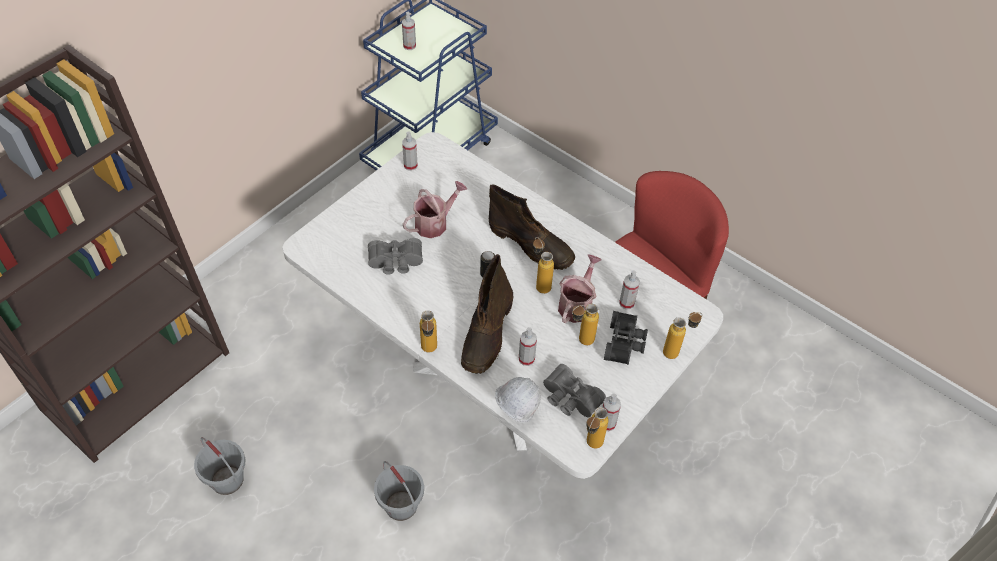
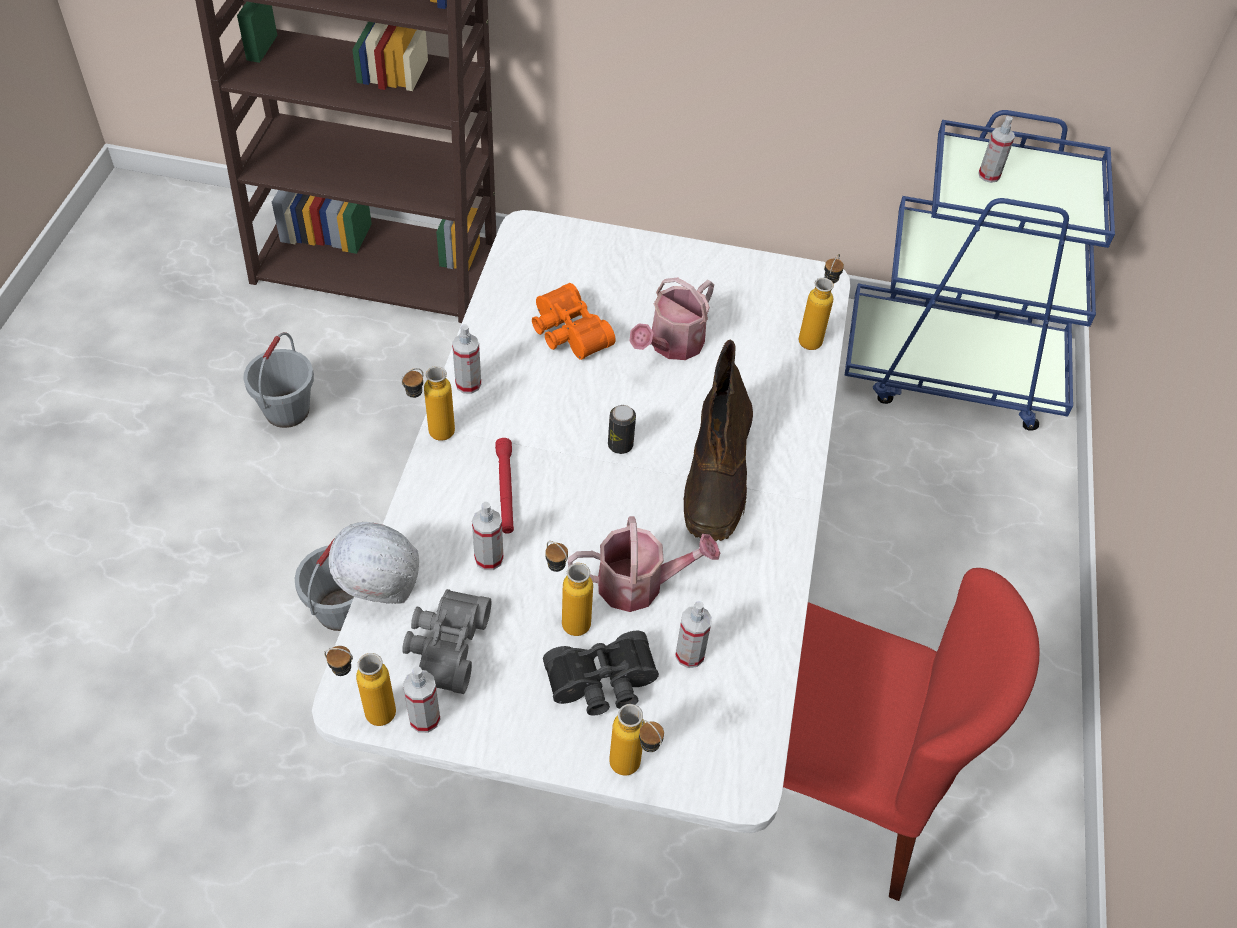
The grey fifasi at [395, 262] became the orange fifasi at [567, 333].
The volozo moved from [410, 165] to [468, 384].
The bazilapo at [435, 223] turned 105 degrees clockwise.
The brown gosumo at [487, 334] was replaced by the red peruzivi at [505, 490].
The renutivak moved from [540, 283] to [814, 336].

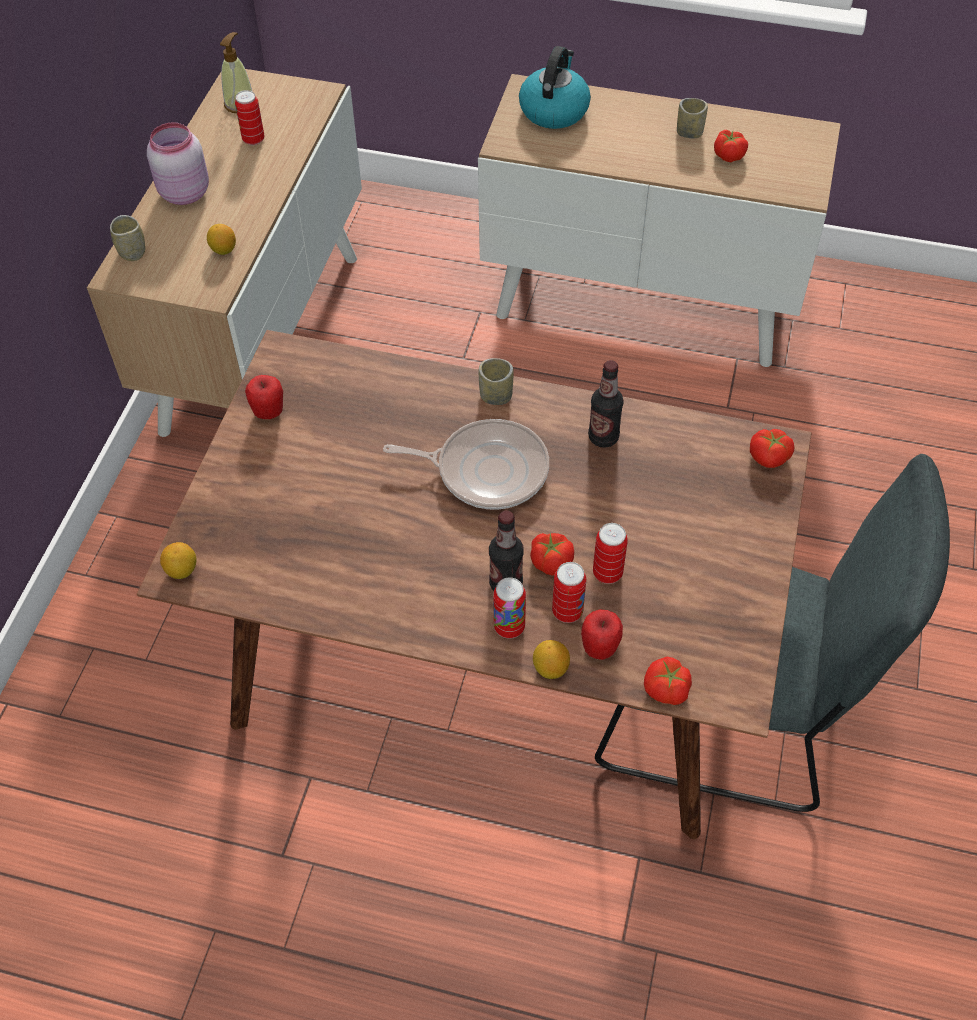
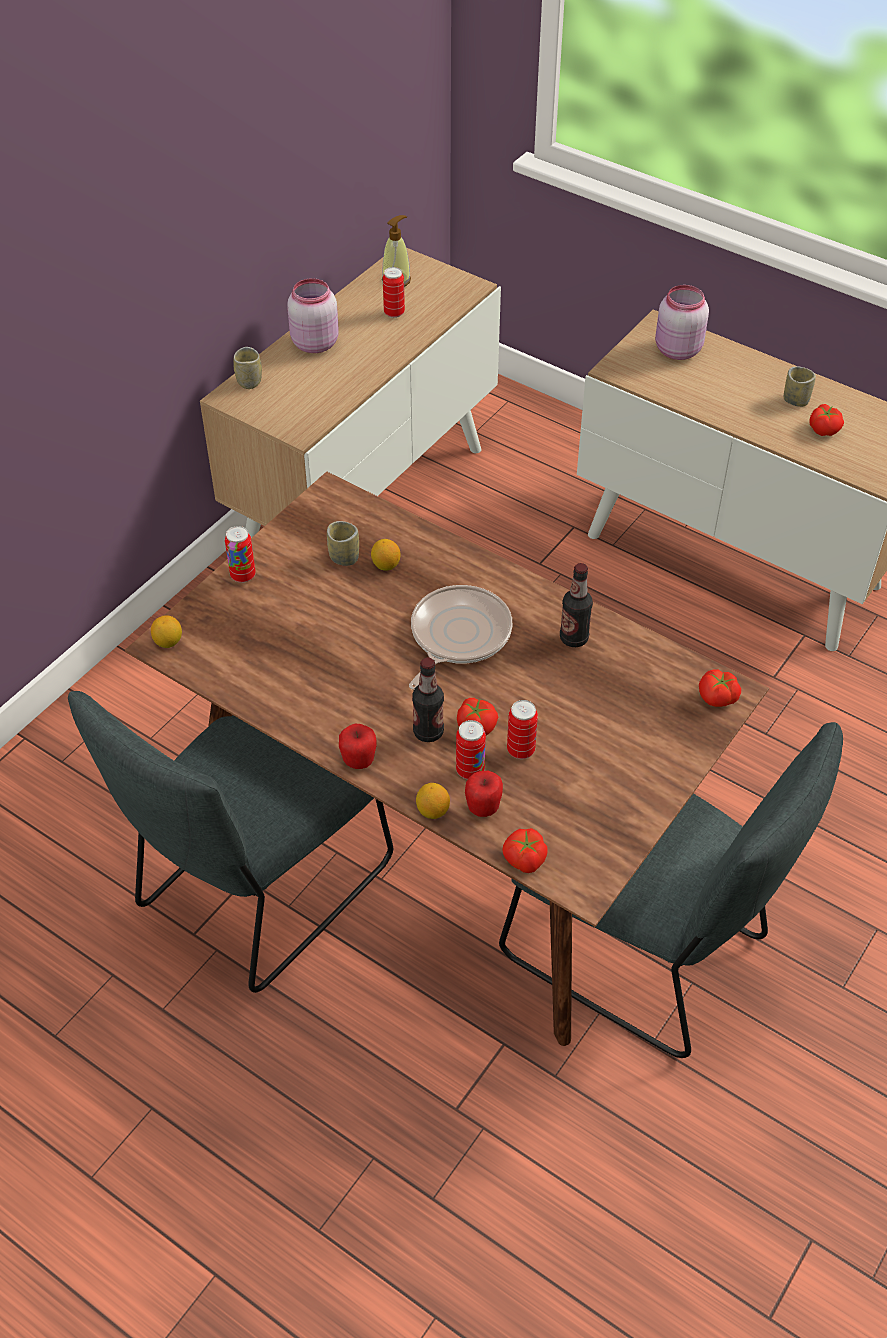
The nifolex moved from [223, 250] to [386, 565].
The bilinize moved from [268, 412] to [358, 761].
The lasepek at [486, 470] turned 90 degrees counterclockwise.
The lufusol moved from [496, 396] to [344, 557].
The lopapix moved from [509, 627] to [243, 575].
The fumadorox at [554, 110] was replaced by the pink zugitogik at [676, 350].
The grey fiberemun at [257, 892] appeared.

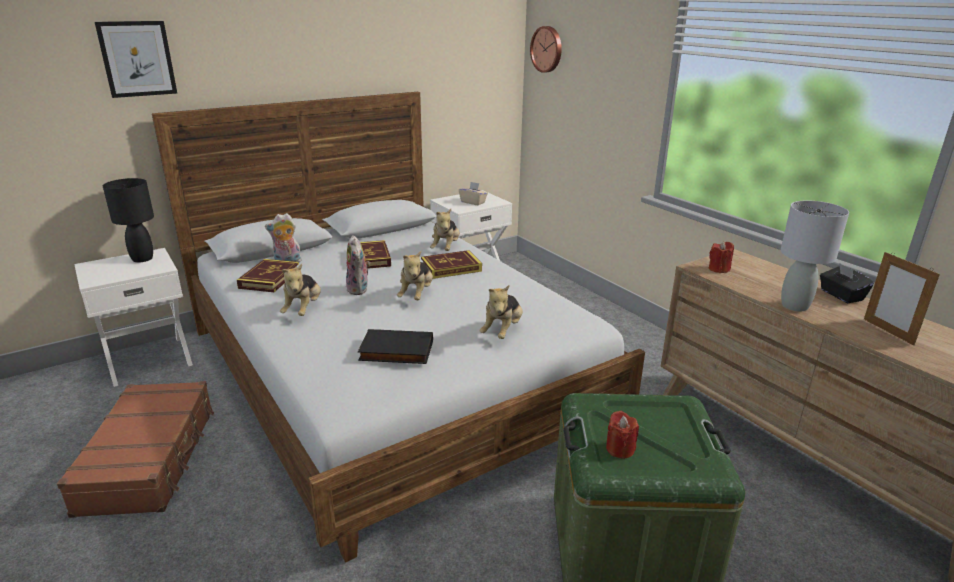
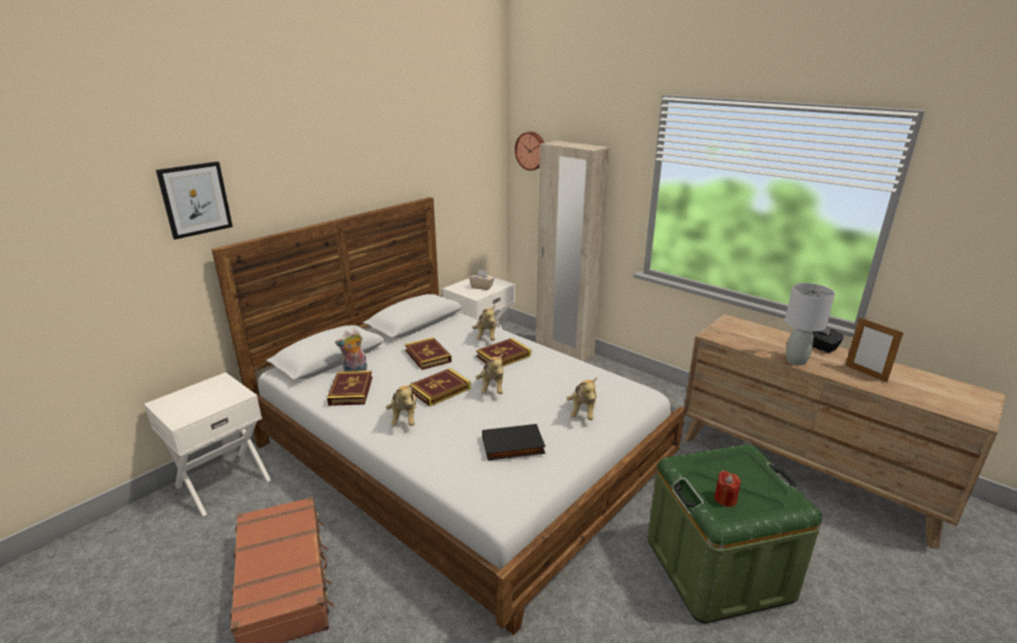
The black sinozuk at [142, 259] disappeared.
The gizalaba at [359, 289] was replaced by the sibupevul at [440, 390].
The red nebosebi at [718, 269] disappeared.
The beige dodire at [564, 350] appeared.

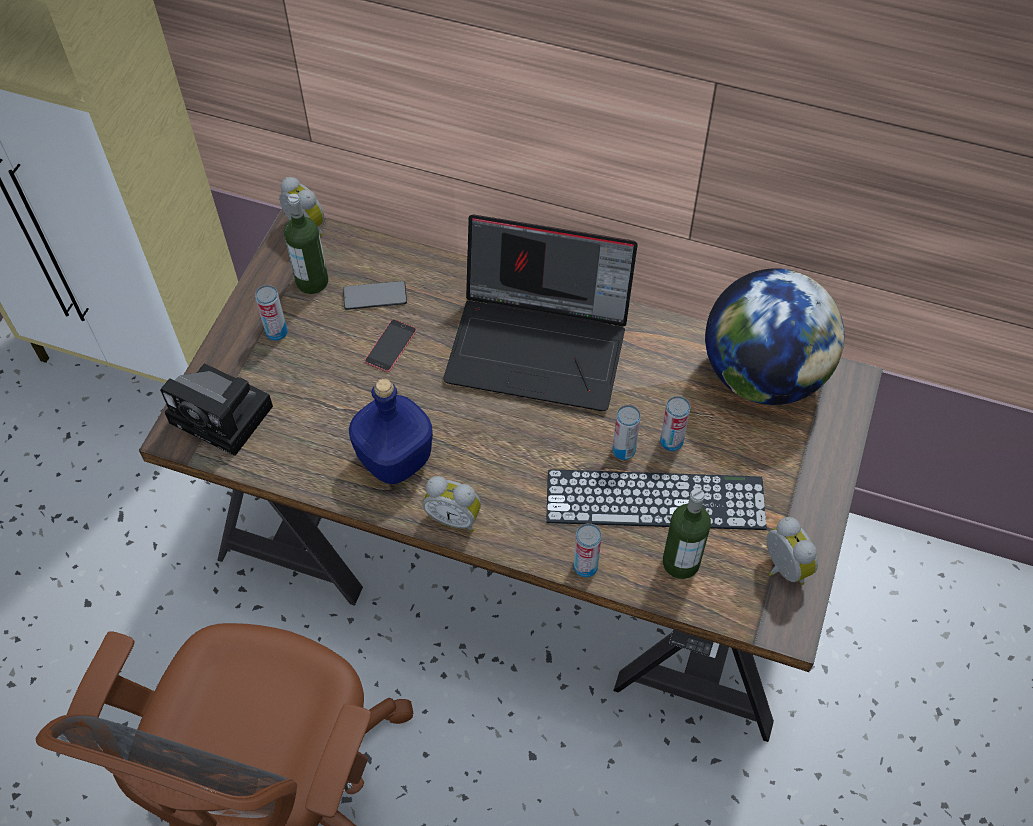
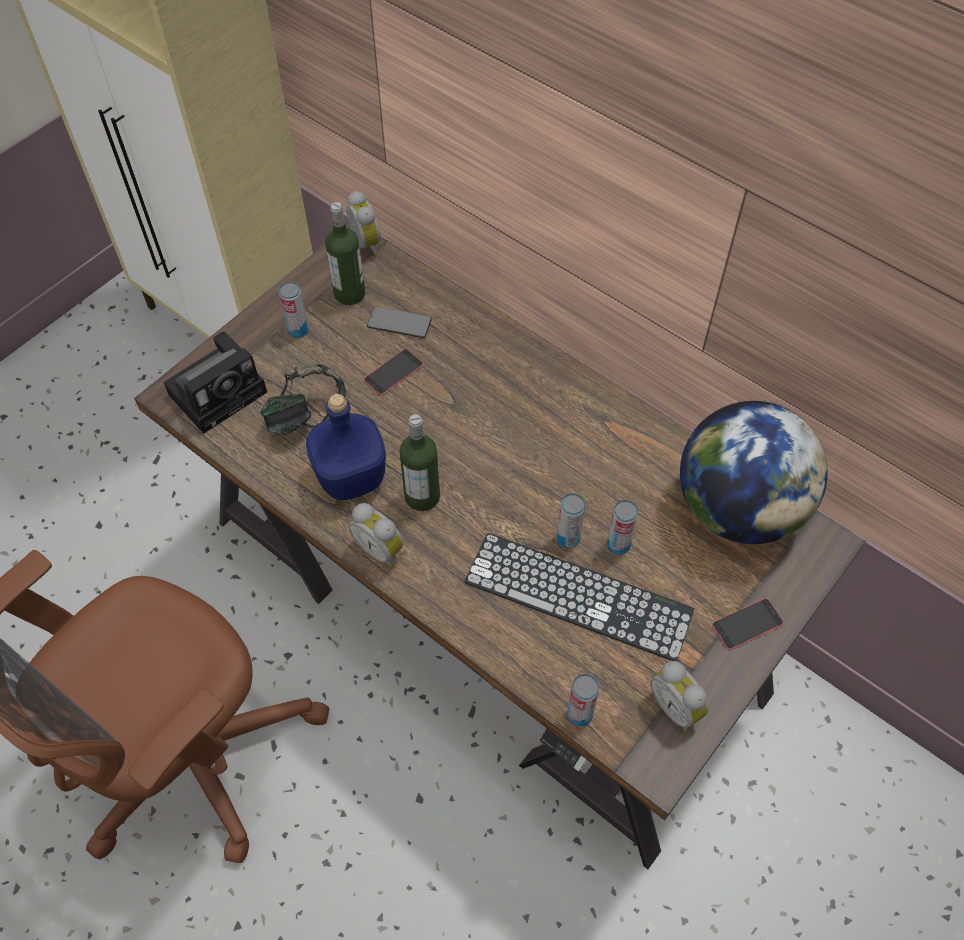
The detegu at [225, 415] turned 90 degrees counterclockwise.
The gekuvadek at [541, 344] disappeared.
The lopapix moved from [585, 567] to [579, 714].
The renutivak moved from [681, 562] to [422, 496].
The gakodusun at [782, 569] turned 150 degrees clockwise.
The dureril at [307, 418] appeared.
The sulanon at [747, 624] appeared.

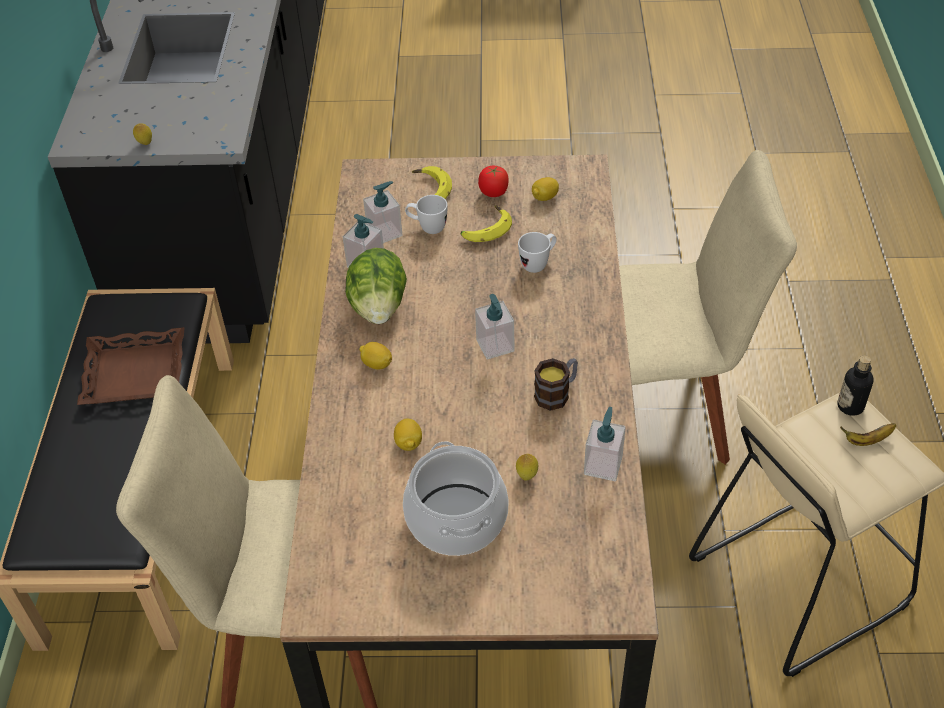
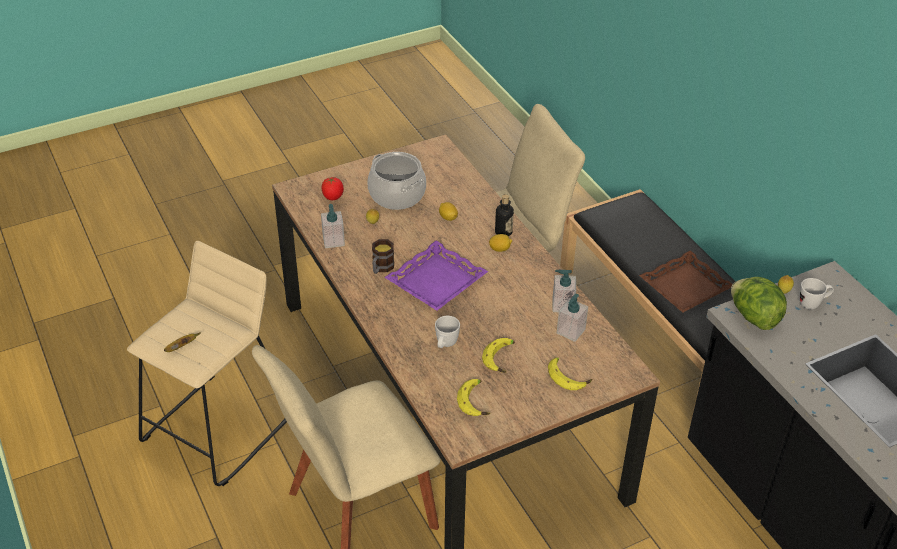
The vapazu moved from [379, 307] to [753, 317].
The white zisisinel moved from [427, 228] to [813, 304].
The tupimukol at [495, 345] was replaced by the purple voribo at [437, 282].
The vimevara moved from [493, 193] to [333, 197].
The nifolex at [544, 197] was replaced by the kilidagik at [476, 401].
The renutivak moved from [850, 406] to [503, 232].

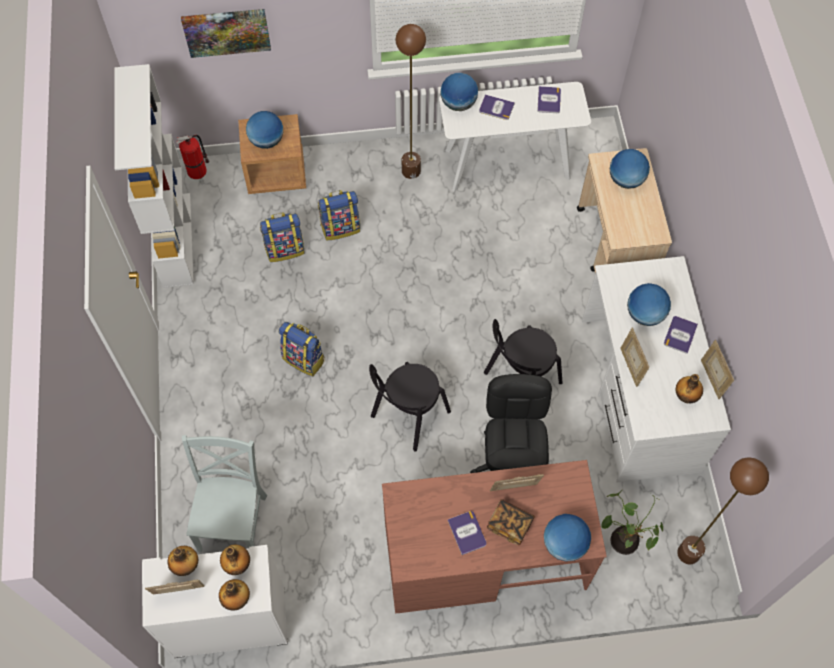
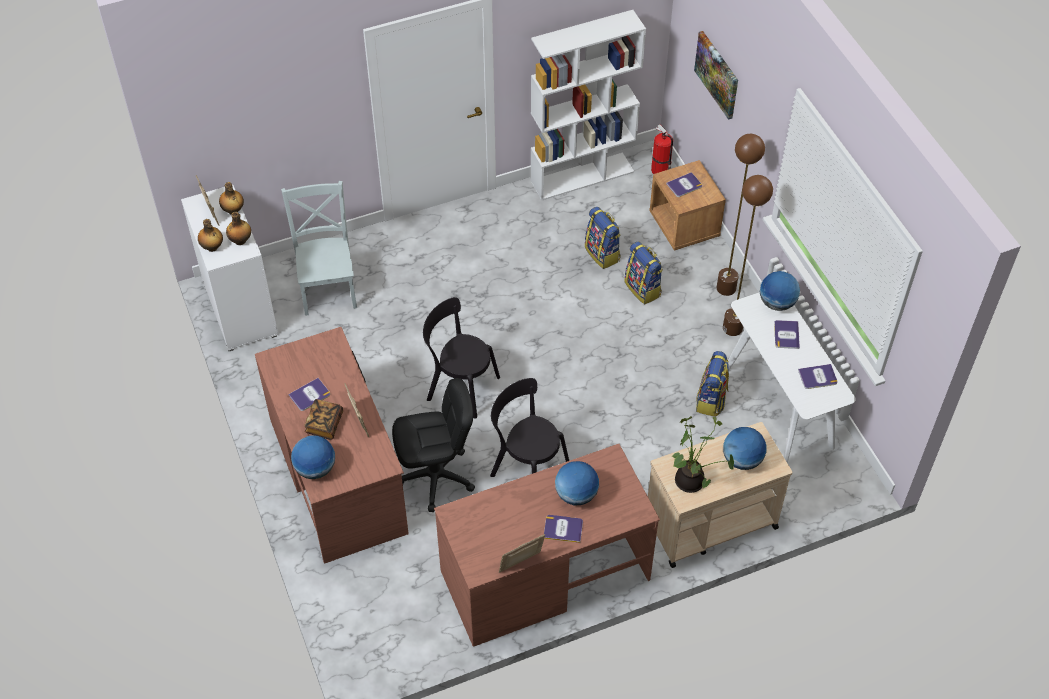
The grey fiberemun at [233, 519] turned 90 degrees counterclockwise.
The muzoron at [266, 141] was replaced by the sibupevul at [684, 185].
The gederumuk moved from [304, 359] to [711, 400].
The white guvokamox at [639, 394] became the brown guvokamox at [544, 574].
The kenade moved from [625, 539] to [692, 481].
The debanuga at [630, 366] disappeared.
The renutivak at [686, 396] disappeared.
The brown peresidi moved from [688, 553] to [726, 288].

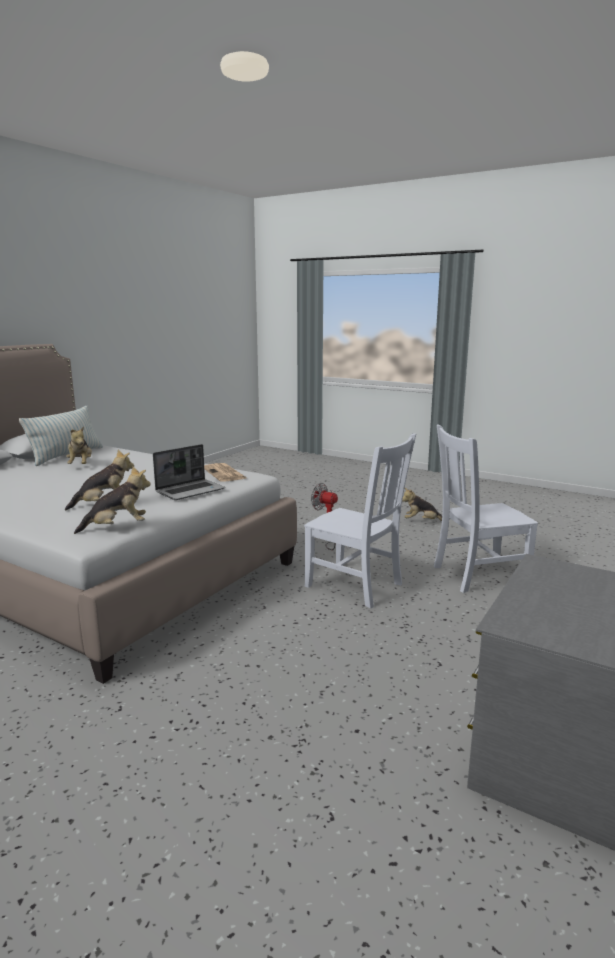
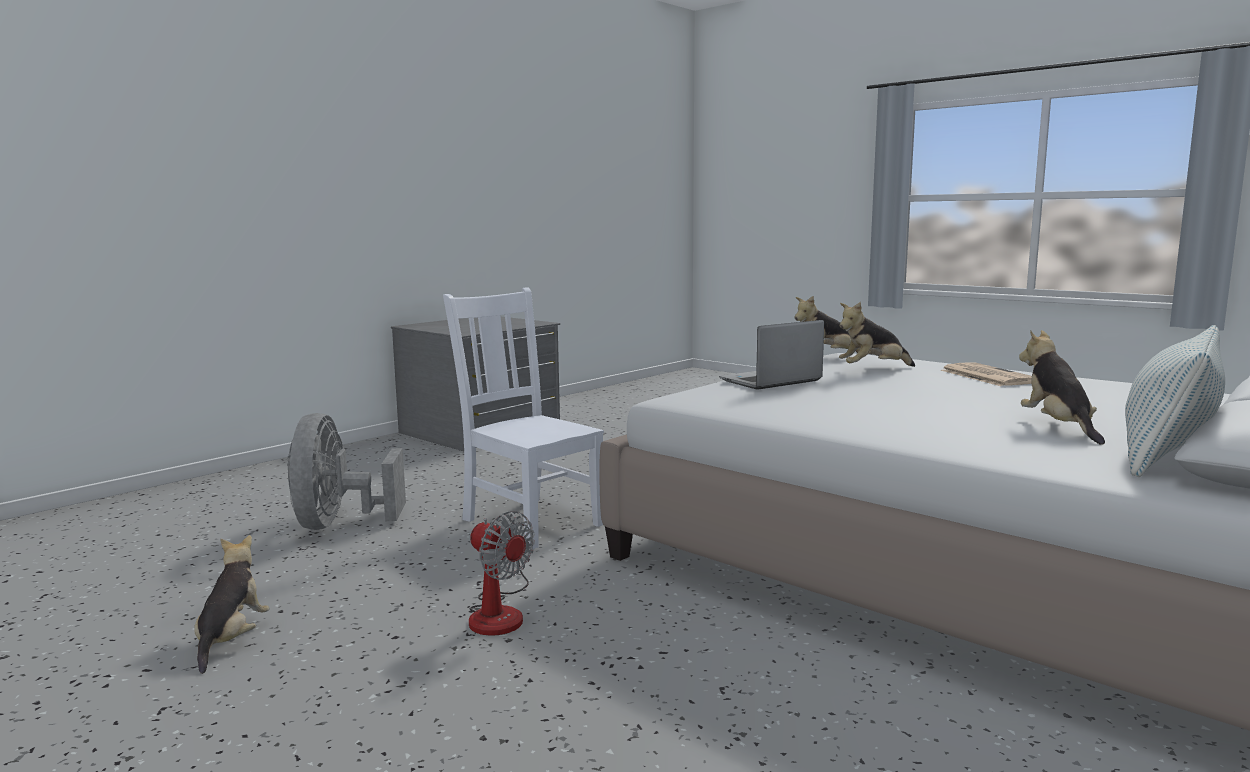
The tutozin moved from [225, 473] to [986, 376].
The gizalaba at [421, 521] turned 105 degrees counterclockwise.
The white fiberemun at [477, 575] was replaced by the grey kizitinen at [338, 524].

